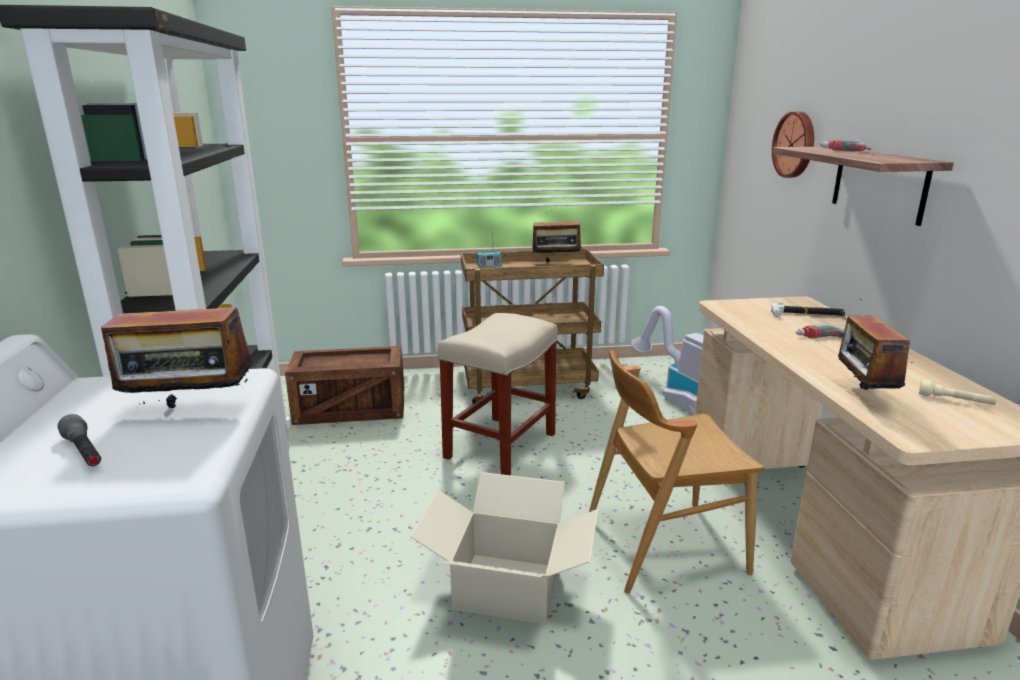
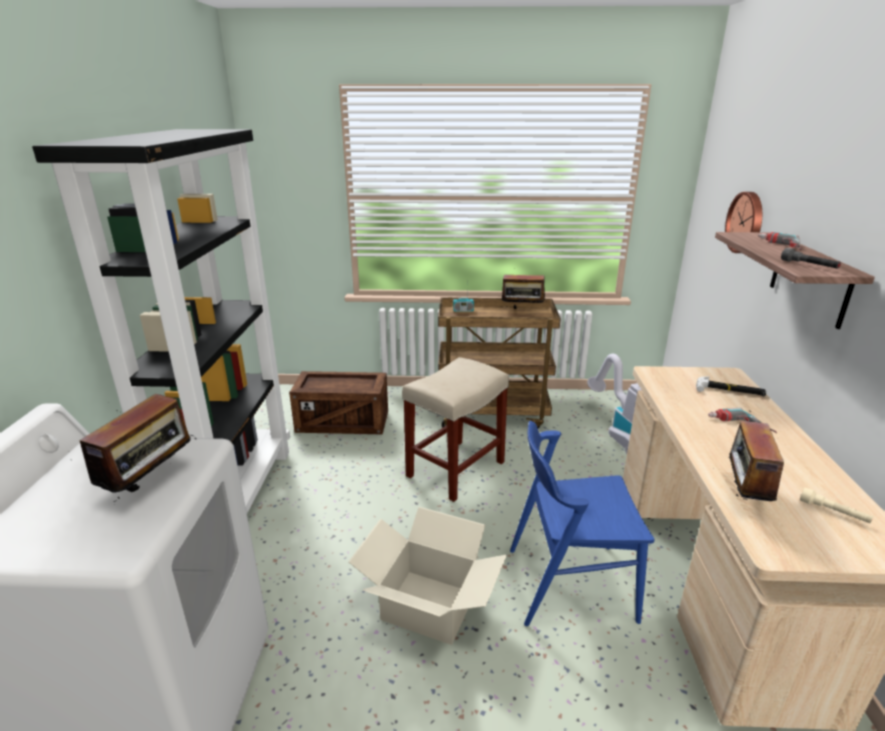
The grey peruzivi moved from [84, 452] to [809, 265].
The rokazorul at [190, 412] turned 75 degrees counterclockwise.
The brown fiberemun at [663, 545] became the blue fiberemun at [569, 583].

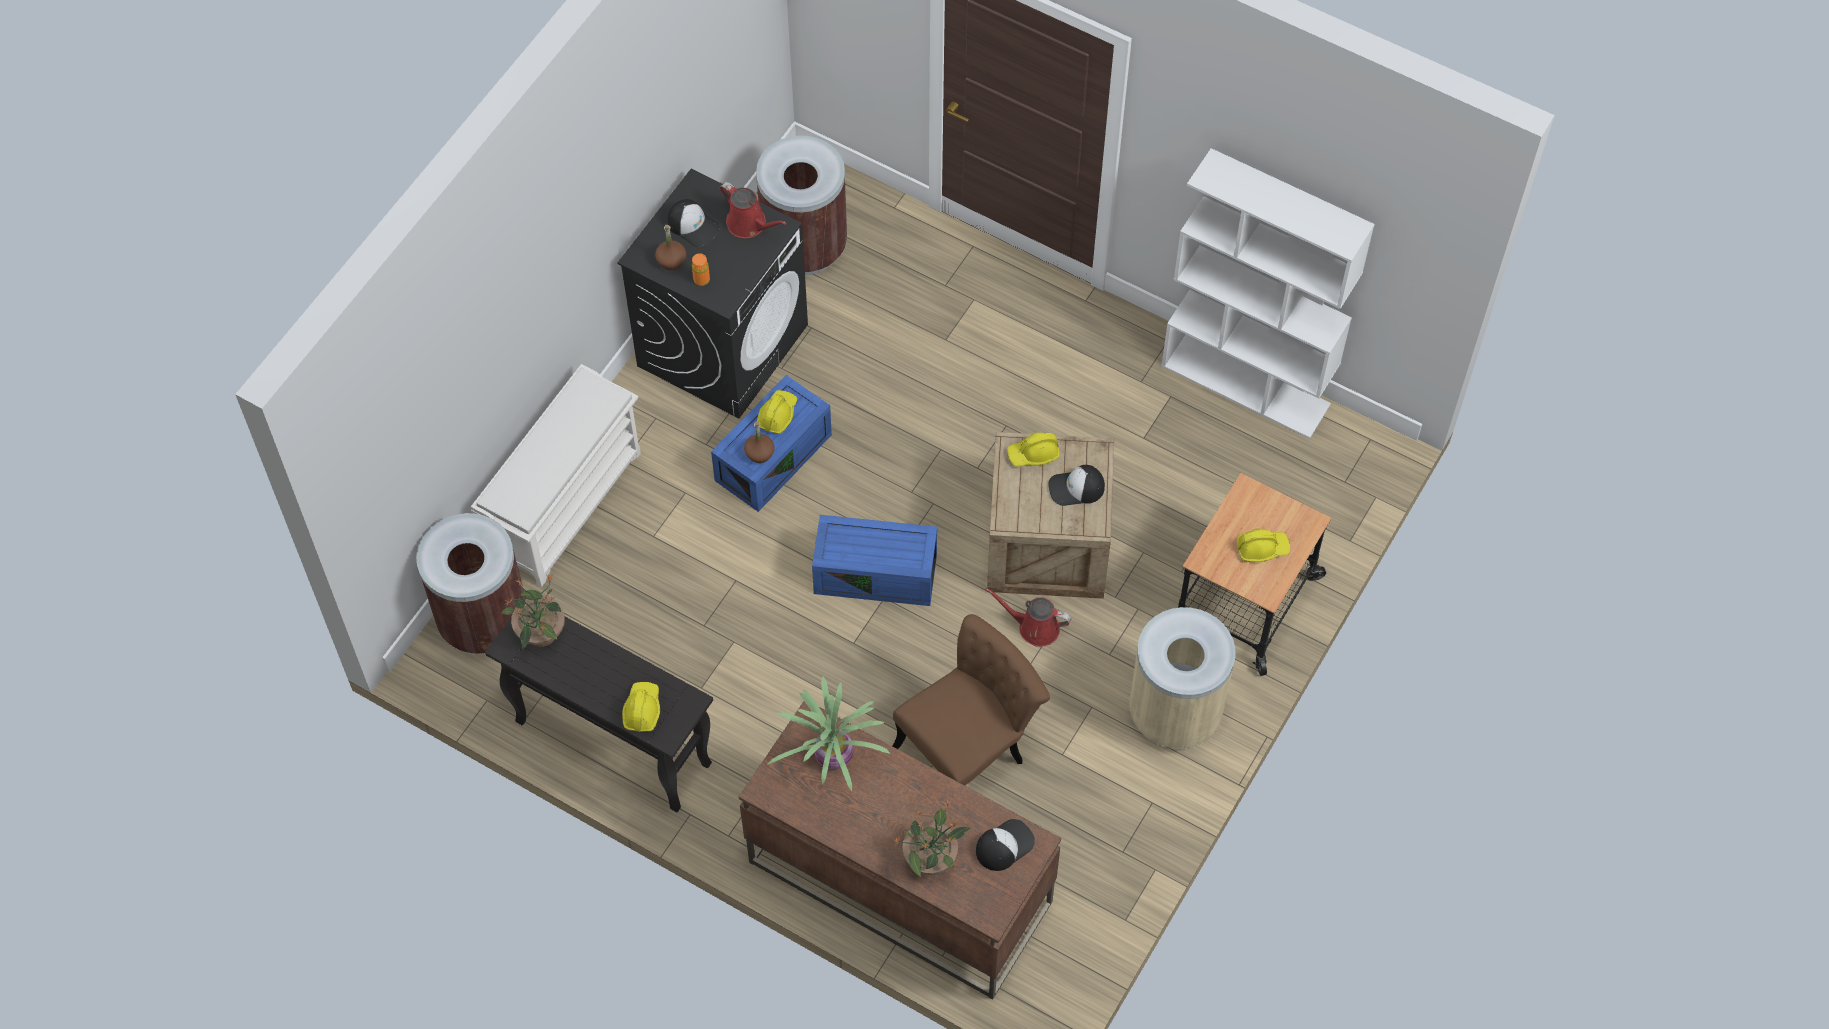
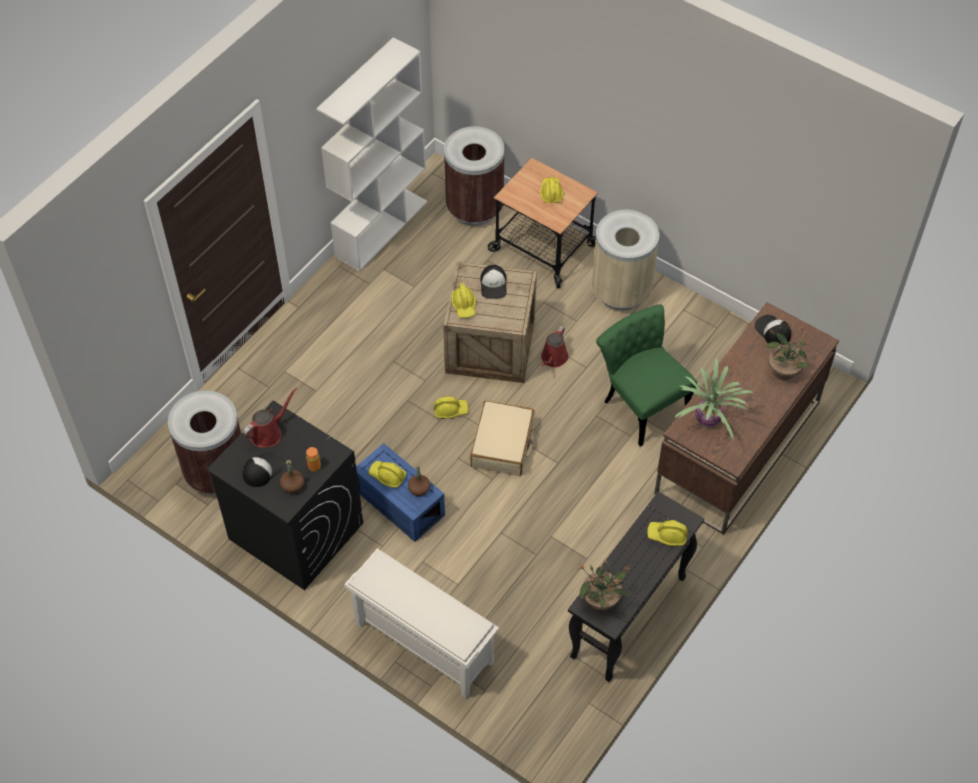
The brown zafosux moved from [484, 621] to [475, 208].
The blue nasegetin at [877, 573] was replaced by the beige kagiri at [503, 445].
The brown fiberemun at [969, 748] became the green fiberemun at [641, 402].
The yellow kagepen at [450, 410] appeared.

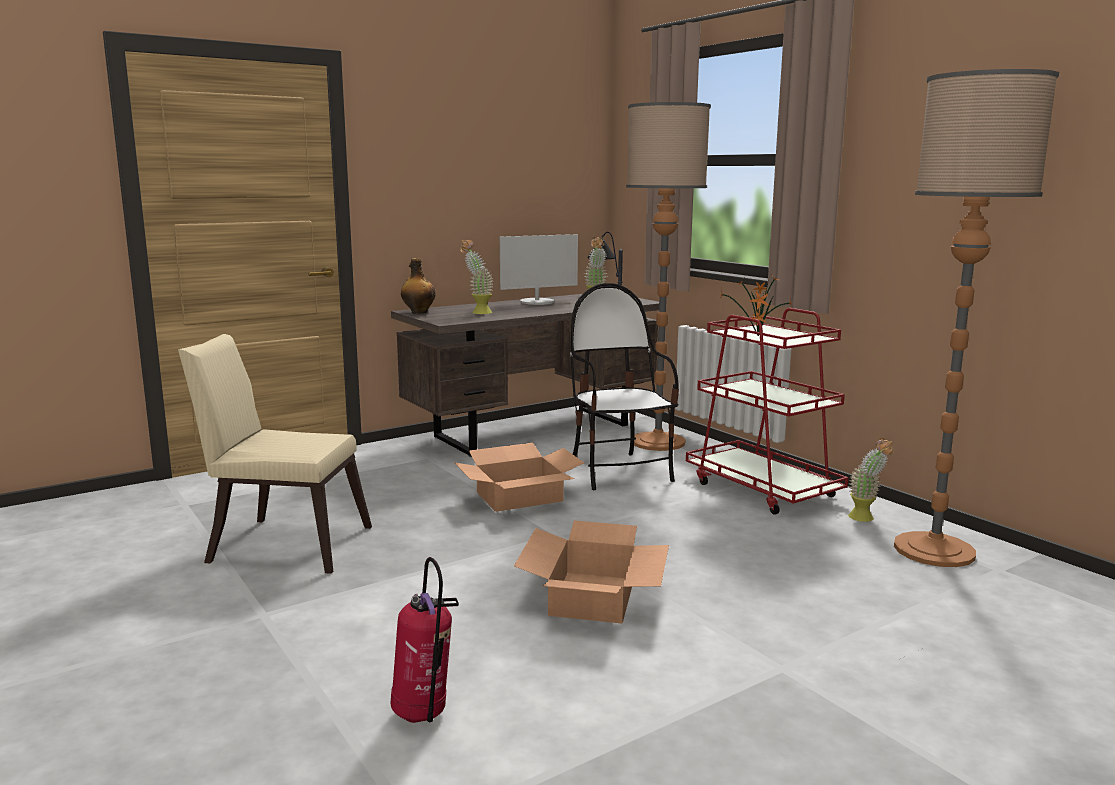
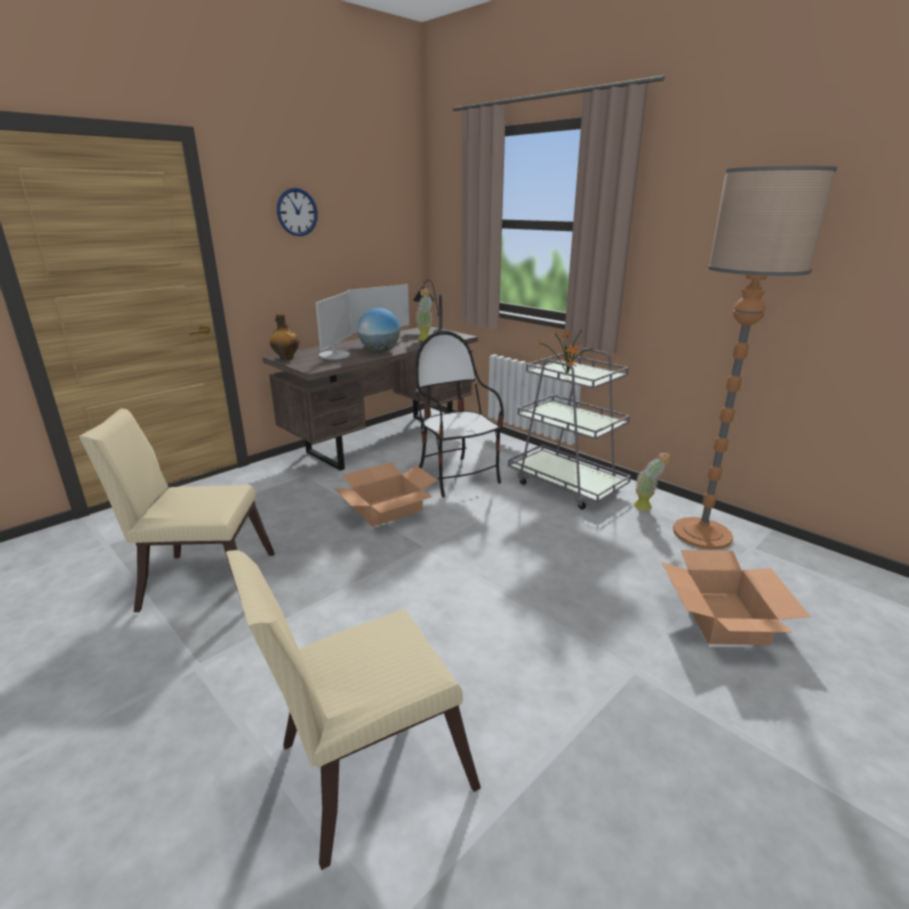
The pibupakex at [424, 715] was replaced by the beige fiberemun at [363, 769].
The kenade at [477, 312] was replaced by the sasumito at [335, 355].
The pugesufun moved from [593, 597] to [723, 617].
The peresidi at [657, 442] disappeared.
The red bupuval at [762, 489] became the grey bupuval at [566, 485].
The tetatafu at [297, 212] appeared.
The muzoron at [380, 350] appeared.

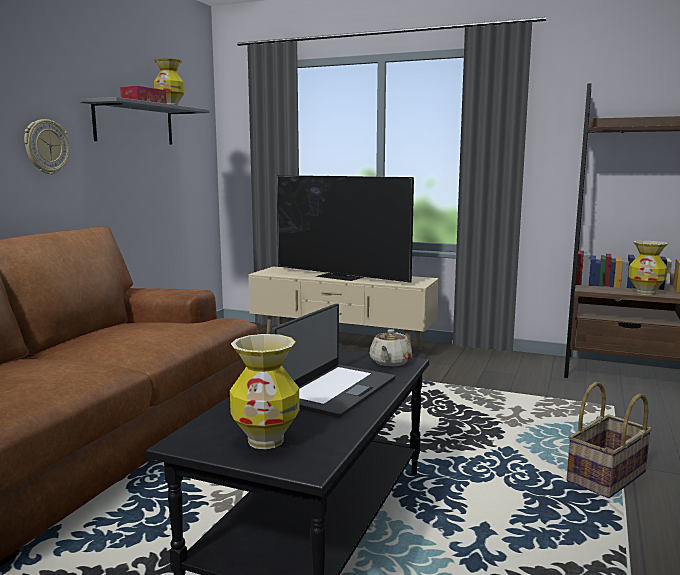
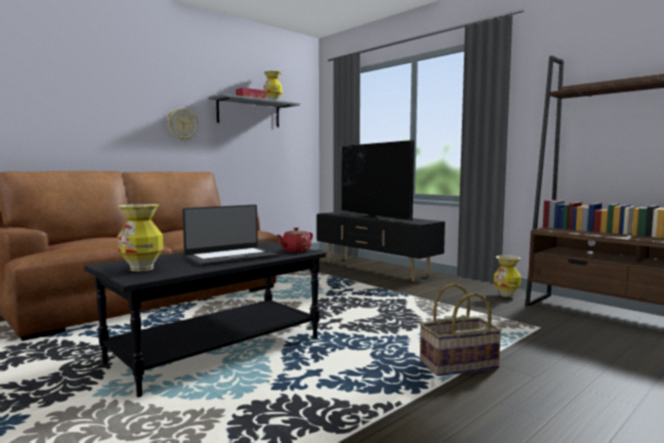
The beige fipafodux at [342, 346] became the black fipafodux at [375, 269].
The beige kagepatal at [390, 362] became the red kagepatal at [295, 251].
The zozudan moved from [645, 293] to [506, 295].

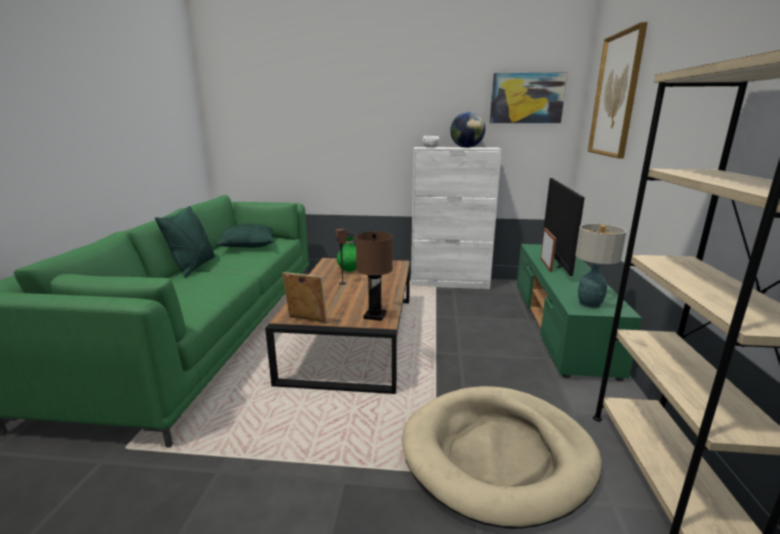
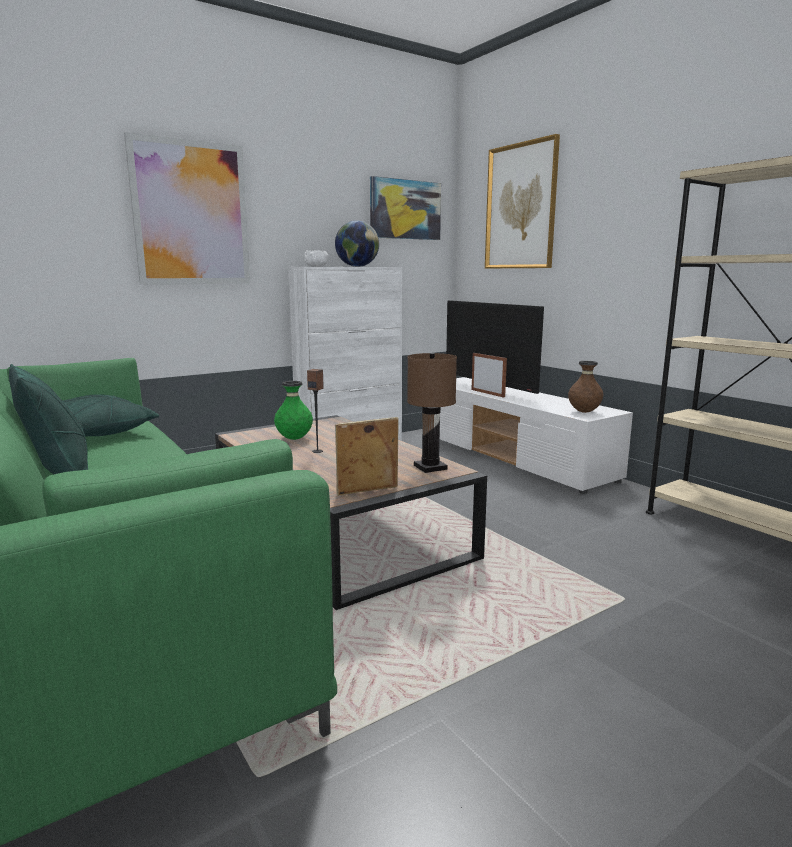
The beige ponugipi at [498, 455] disappeared.
The green fipafodux at [561, 326] became the white fipafodux at [515, 457].
The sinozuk at [589, 304] was replaced by the brown zozudan at [584, 412].
The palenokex at [191, 214] appeared.

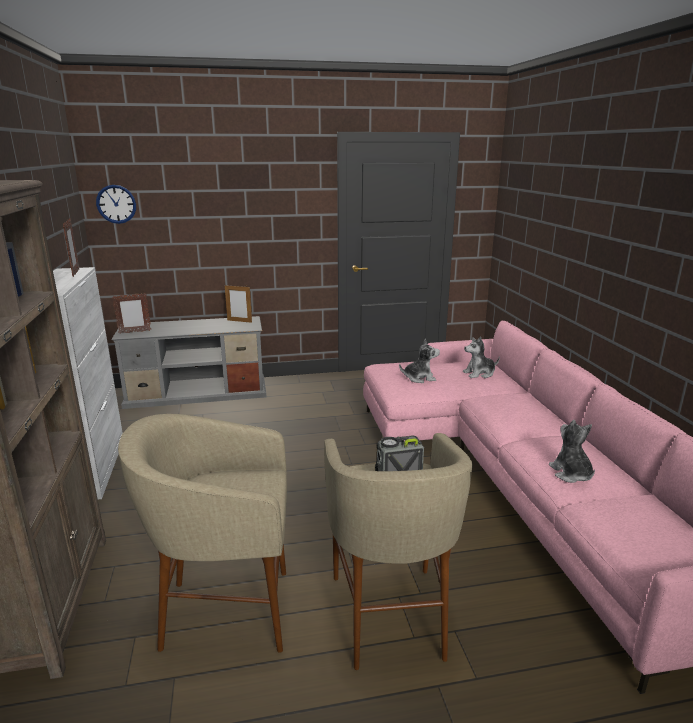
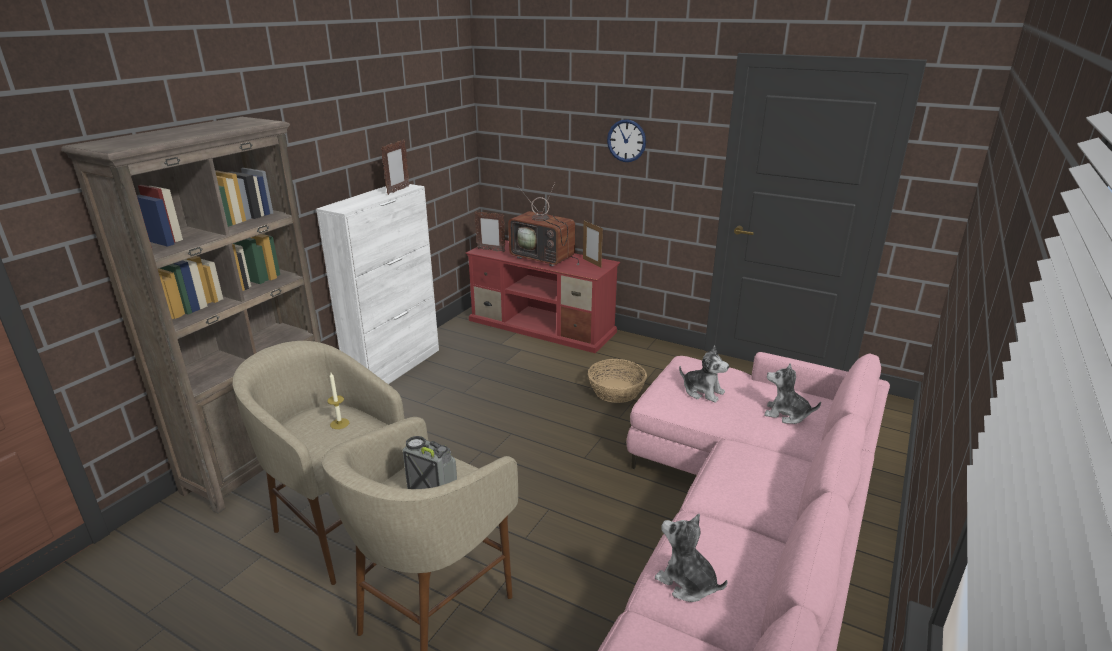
The tetatafu moved from [116, 204] to [626, 140].
The grey fipafodux at [198, 392] became the red fipafodux at [543, 326].
The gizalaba at [571, 474] turned 75 degrees counterclockwise.
The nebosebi at [339, 423] appeared.
The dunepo at [545, 258] appeared.
The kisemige at [616, 391] appeared.

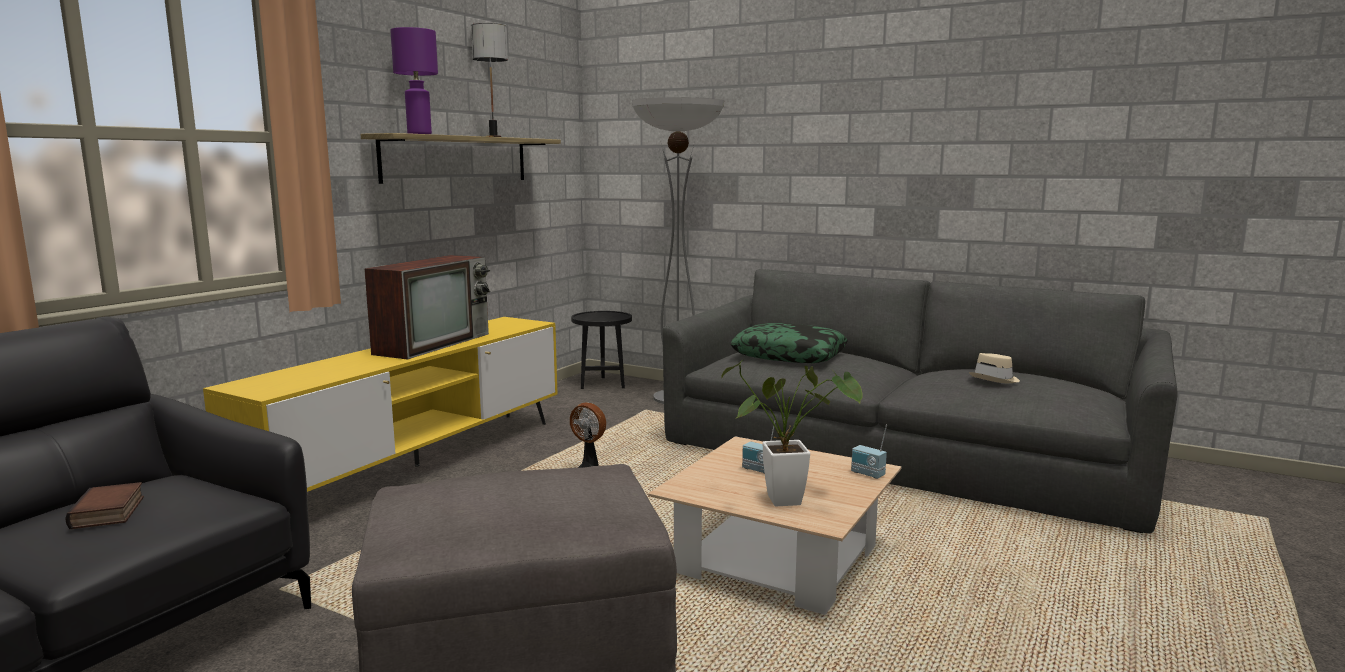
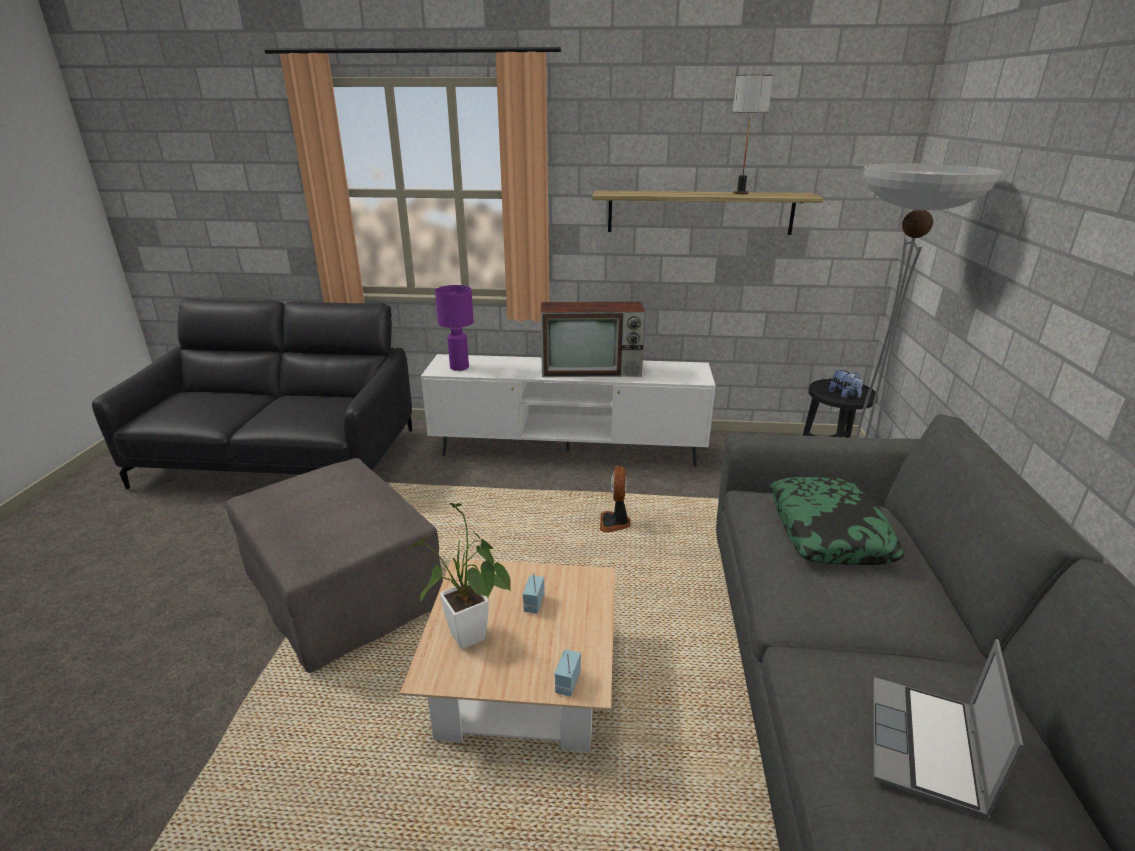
The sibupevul at [110, 512] disappeared.
The yellow fipafodux at [417, 465] became the white fipafodux at [568, 451].
The purple sinozuk moved from [420, 134] to [459, 367].
The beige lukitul at [995, 379] was replaced by the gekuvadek at [927, 748].
The gizalaba at [844, 395] appeared.

